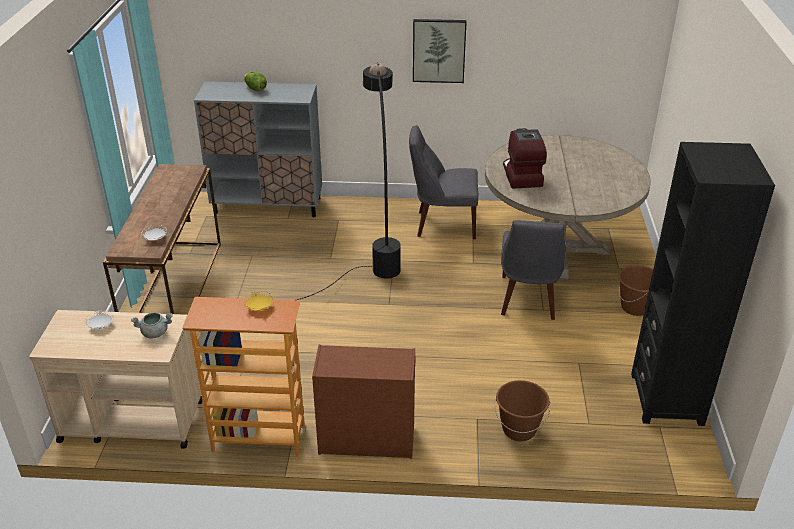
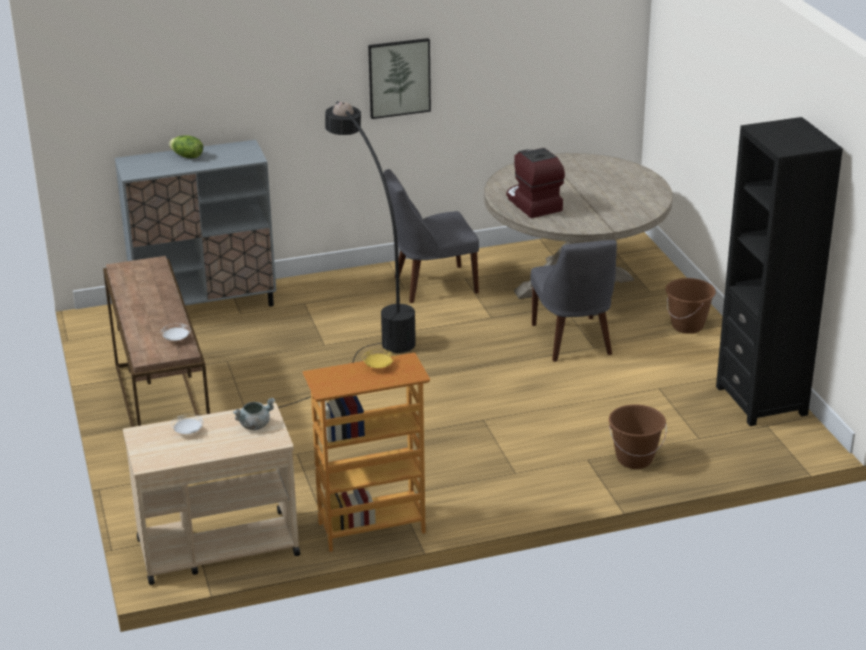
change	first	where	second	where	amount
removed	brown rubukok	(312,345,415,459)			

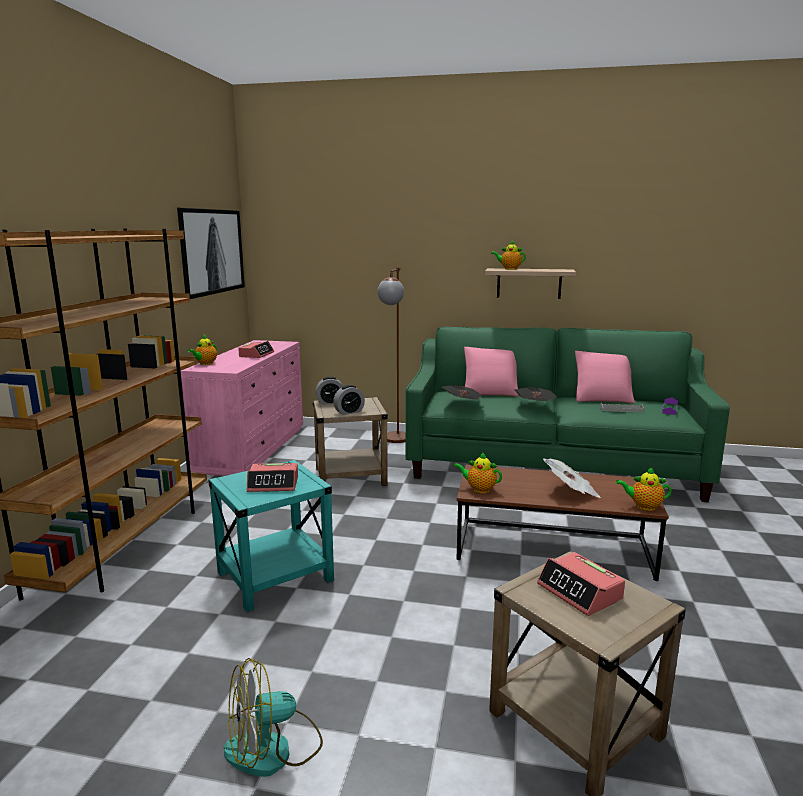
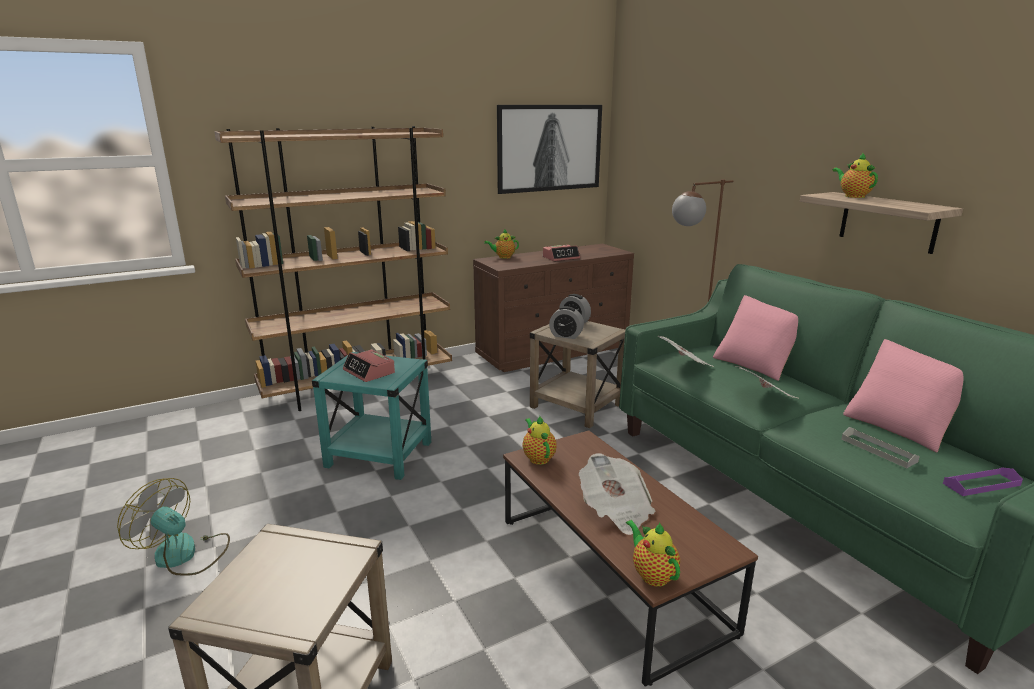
change	first	where	second	where	amount
removed	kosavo	(537,552,625,616)			
recoloured	pink rubukok	(181,340,303,476)	brown rubukok	(473,244,634,372)	

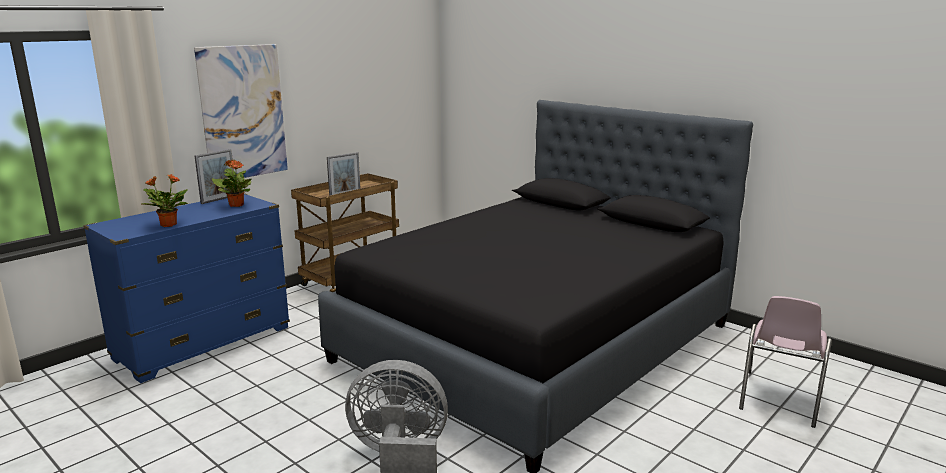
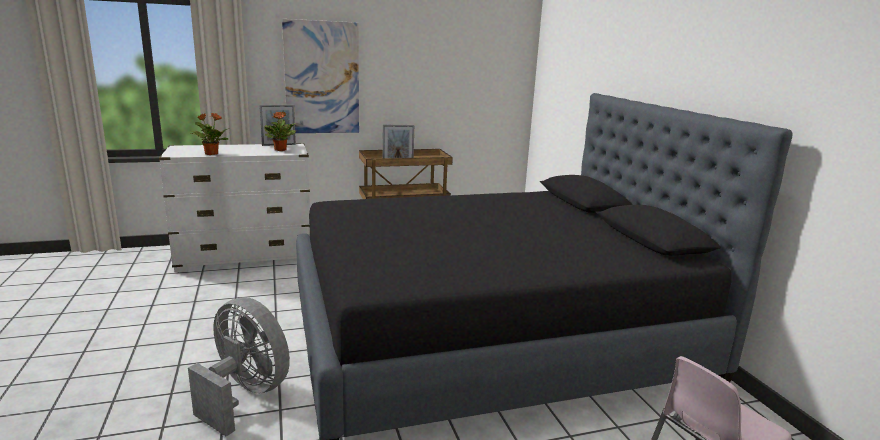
change	first	where	second	where	amount
recoloured	blue rubukok	(83,193,290,383)	white rubukok	(159,143,310,272)	

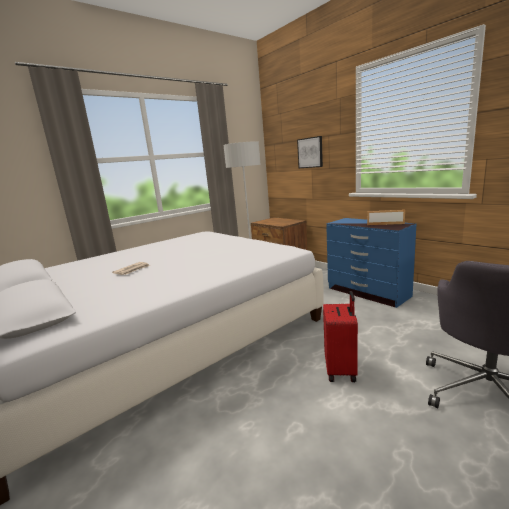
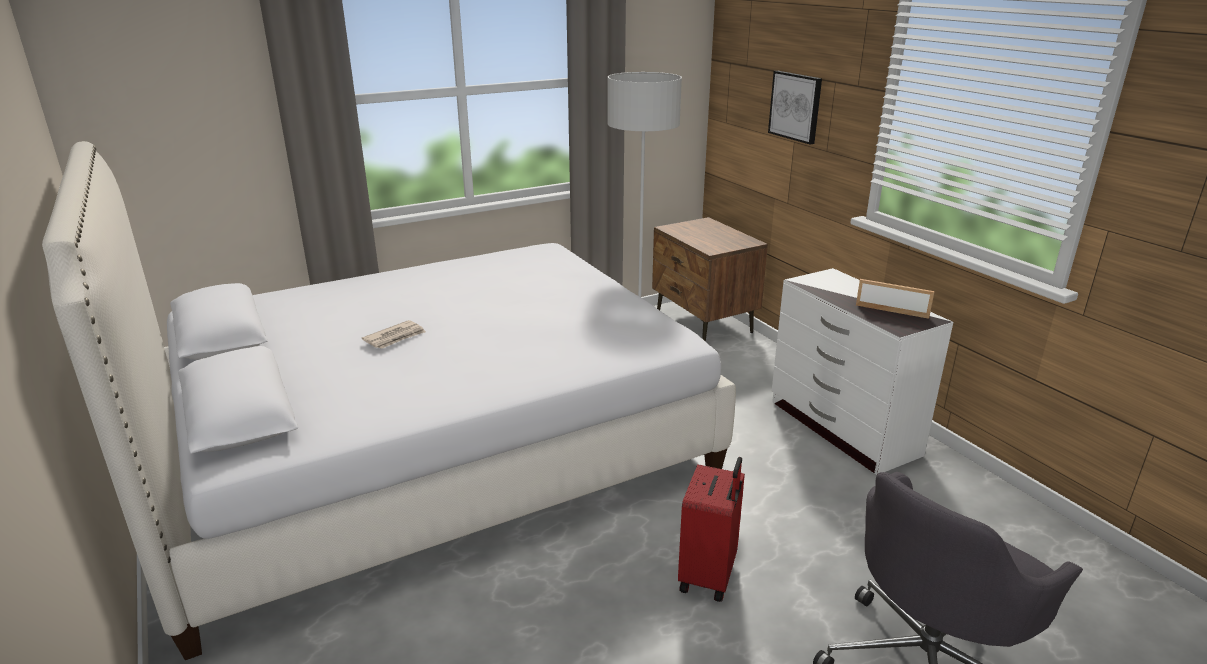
change	first	where	second	where	amount
recoloured	blue rubukok	(326,218,416,308)	white rubukok	(772,268,953,475)	

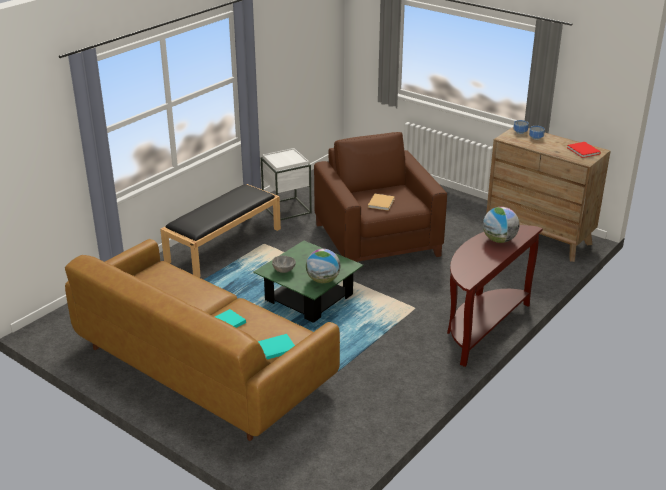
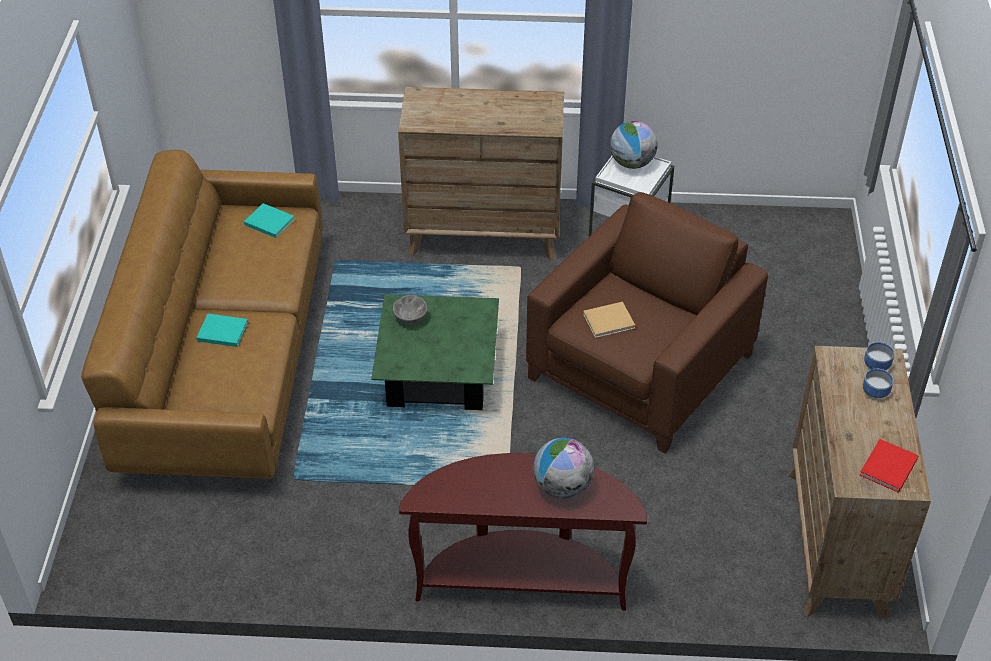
change	first	where	second	where	amount
moved	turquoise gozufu	(258,334,295,360)		(244,203,295,238)	
moved	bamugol	(306,249,340,283)		(610,121,658,169)	
replaced	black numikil	(160,184,281,277)	brown rubukok	(398,87,564,261)	

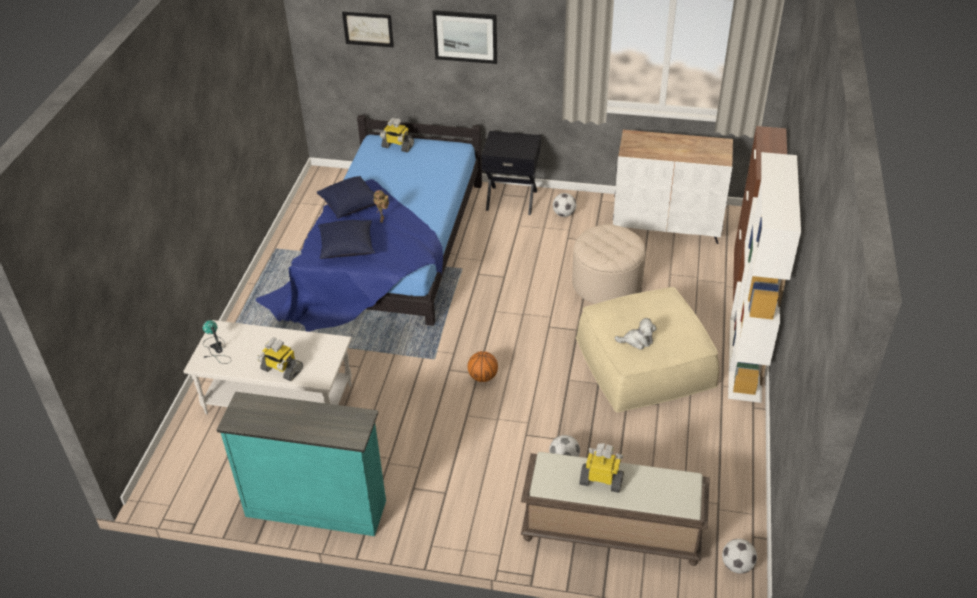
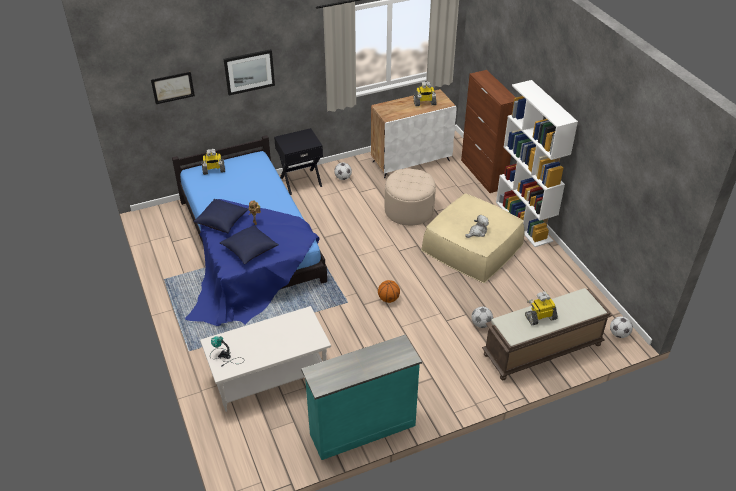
change	first	where	second	where	amount
moved	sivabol	(256,338,303,381)		(414,81,436,106)	

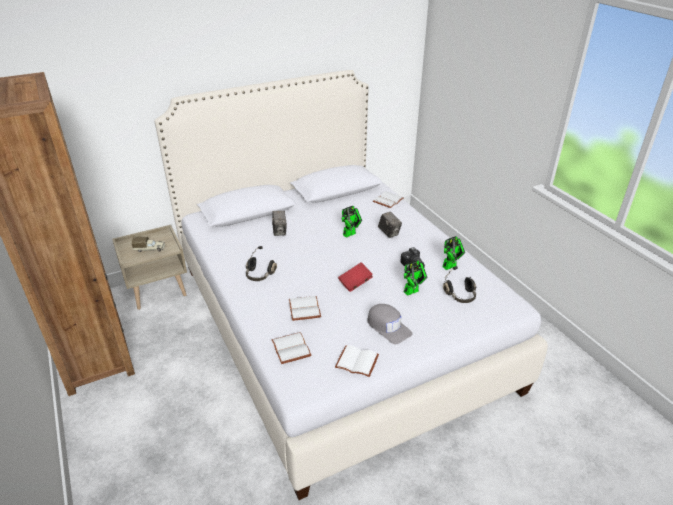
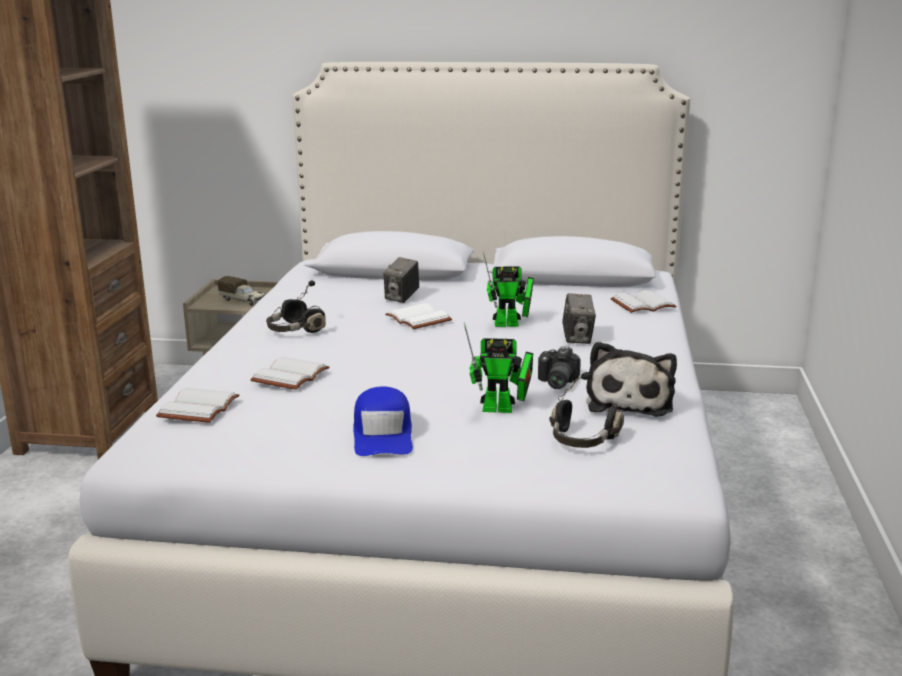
change	first	where	second	where	amount
removed	red gozufu	(338,262,373,292)			
moved	white gozufu	(335,345,379,377)		(385,303,452,329)	
replaced	sivabol	(443,236,465,270)	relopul	(586,341,677,417)	
recoloured	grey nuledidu	(367,304,413,345)	blue nuledidu	(353,386,413,456)	

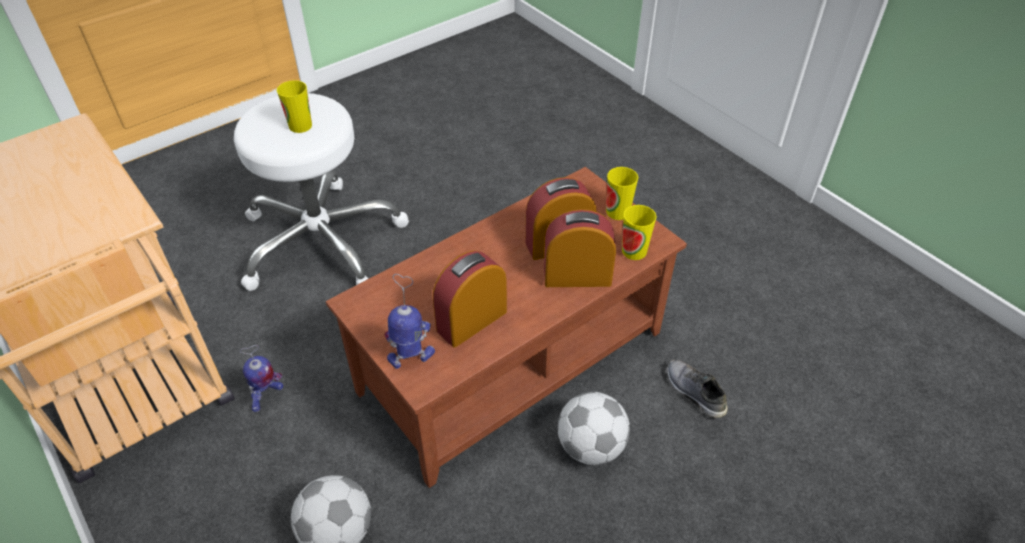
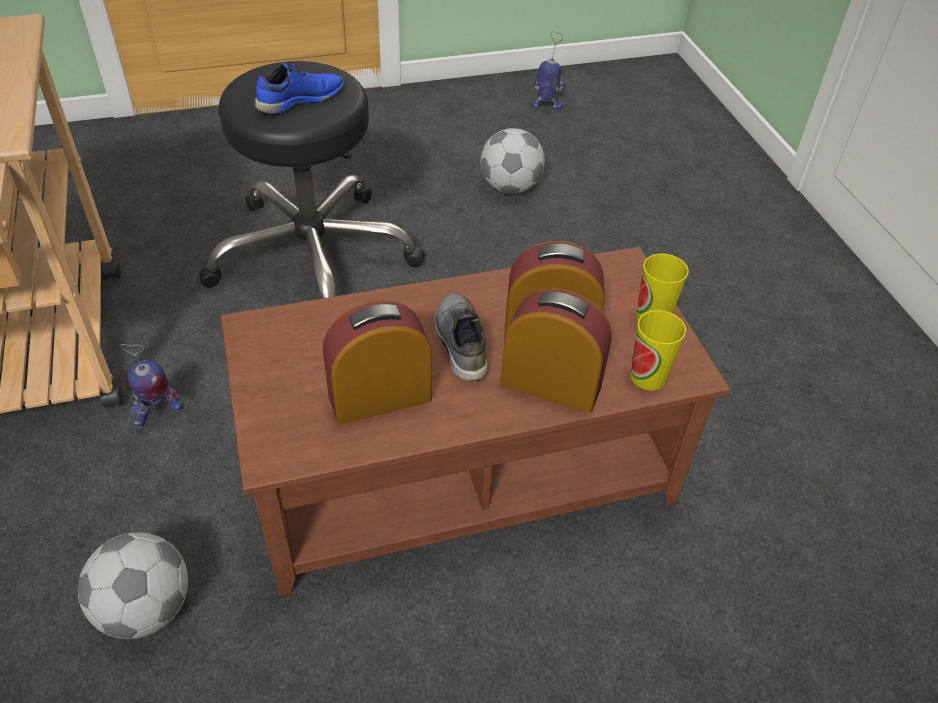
change	first	where	second	where	amount
moved	sivabol	(384,274,435,369)		(530,31,566,111)	
moved	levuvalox	(558,392,630,465)		(480,128,545,194)	
moved	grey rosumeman	(667,360,728,418)		(434,293,488,381)	
replaced	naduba	(277,80,312,133)	blue rosumeman	(255,62,344,114)	
recoloured	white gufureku	(234,93,409,291)	black gufureku	(199,61,425,298)	

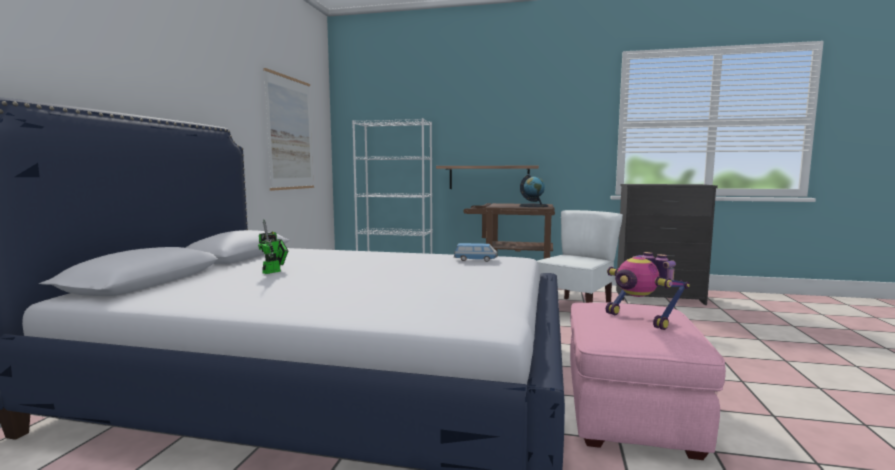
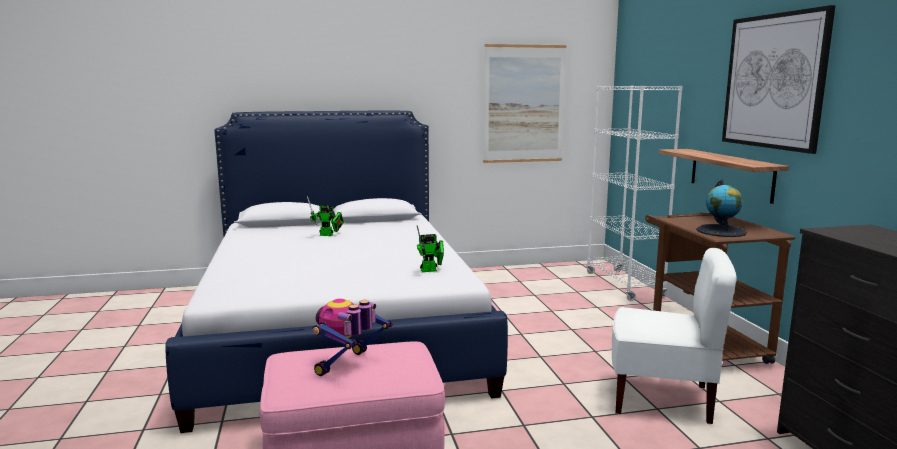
change	first	where	second	where	amount
added			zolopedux	(722,5,836,154)	
replaced	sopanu	(454,243,498,262)	sivabol	(417,225,444,272)	

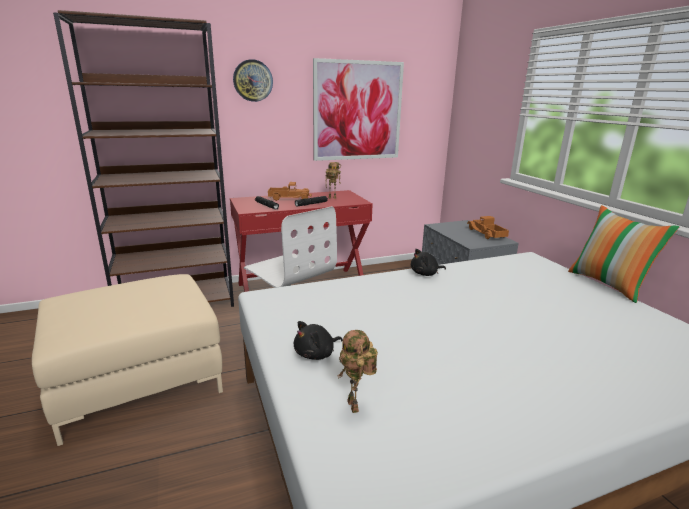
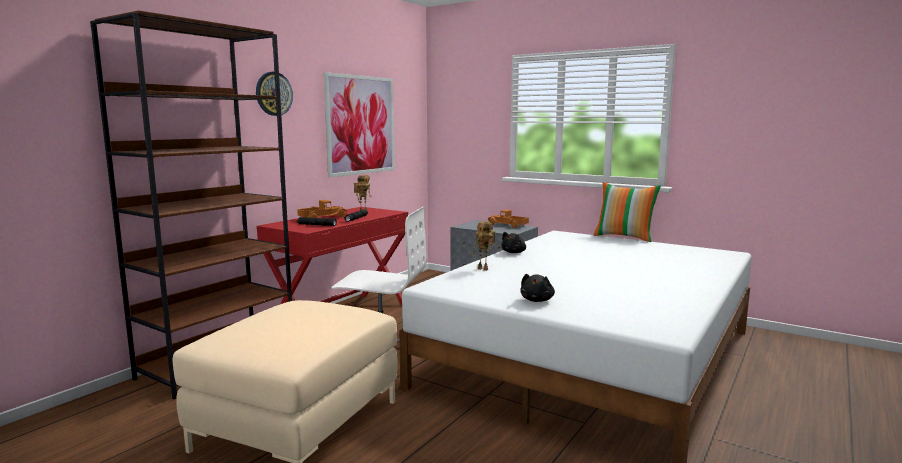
change	first	where	second	where	amount
moved	sivabol	(337,330,378,413)		(472,222,495,271)	

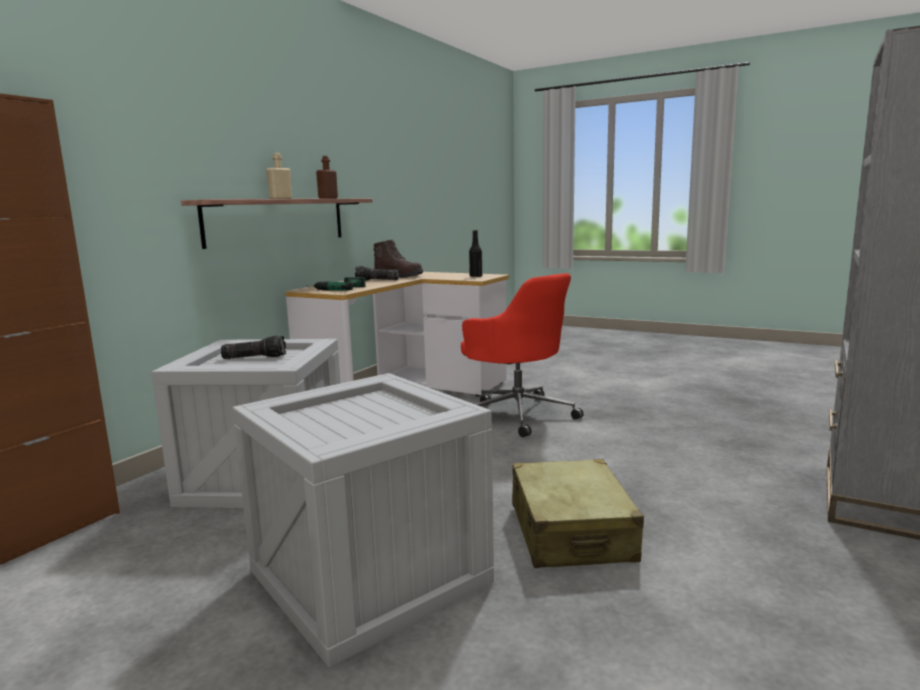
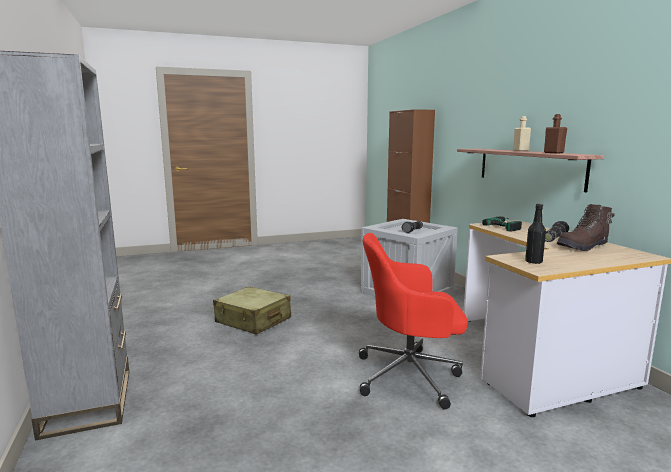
change	first	where	second	where	amount
removed	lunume	(232,373,494,668)			

